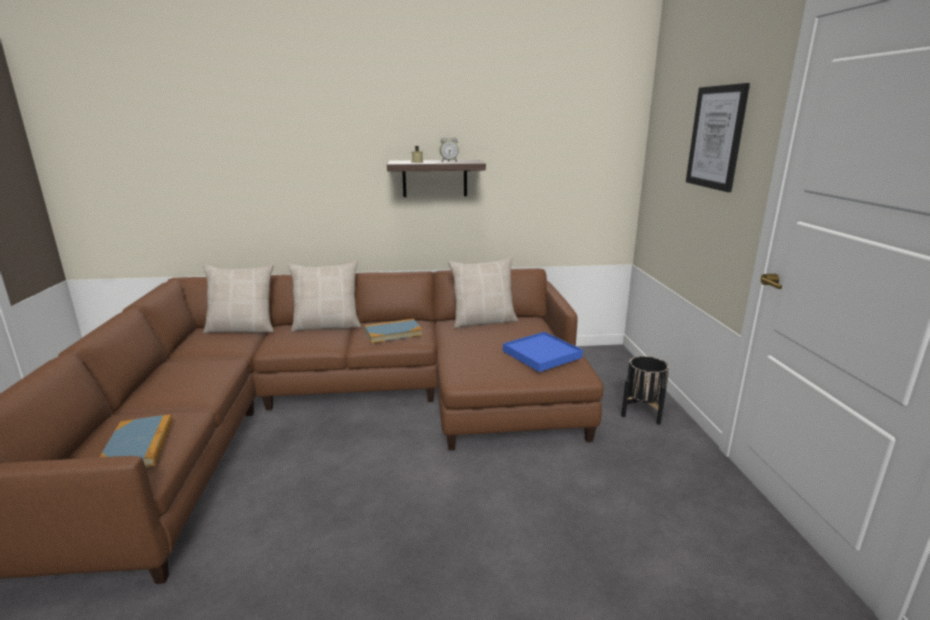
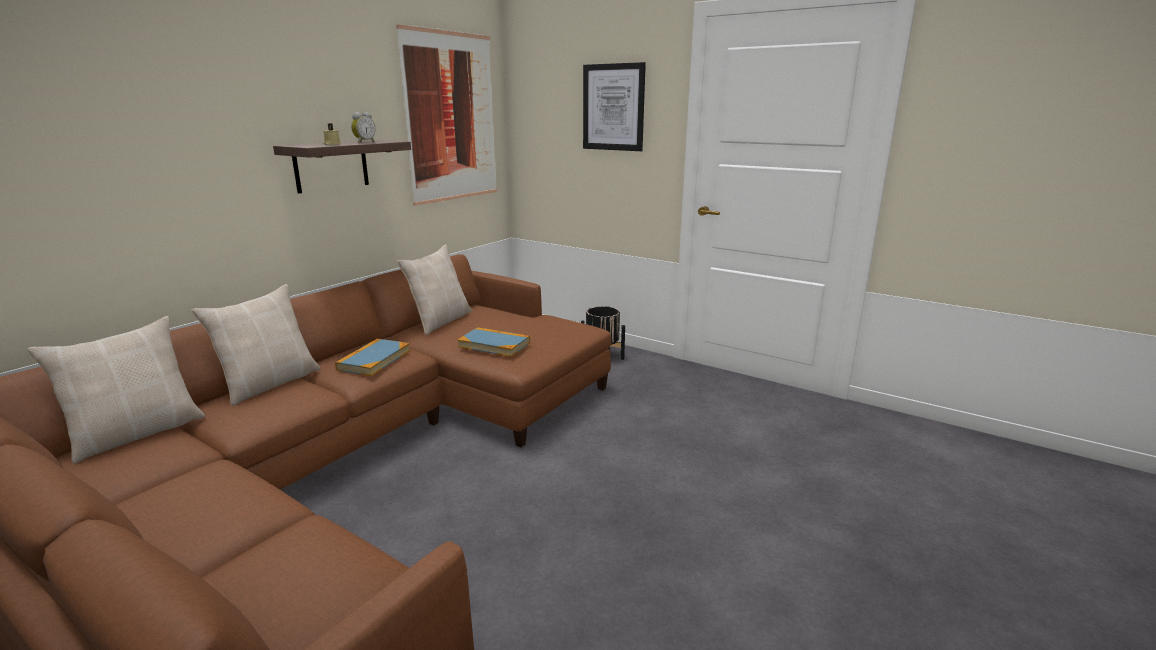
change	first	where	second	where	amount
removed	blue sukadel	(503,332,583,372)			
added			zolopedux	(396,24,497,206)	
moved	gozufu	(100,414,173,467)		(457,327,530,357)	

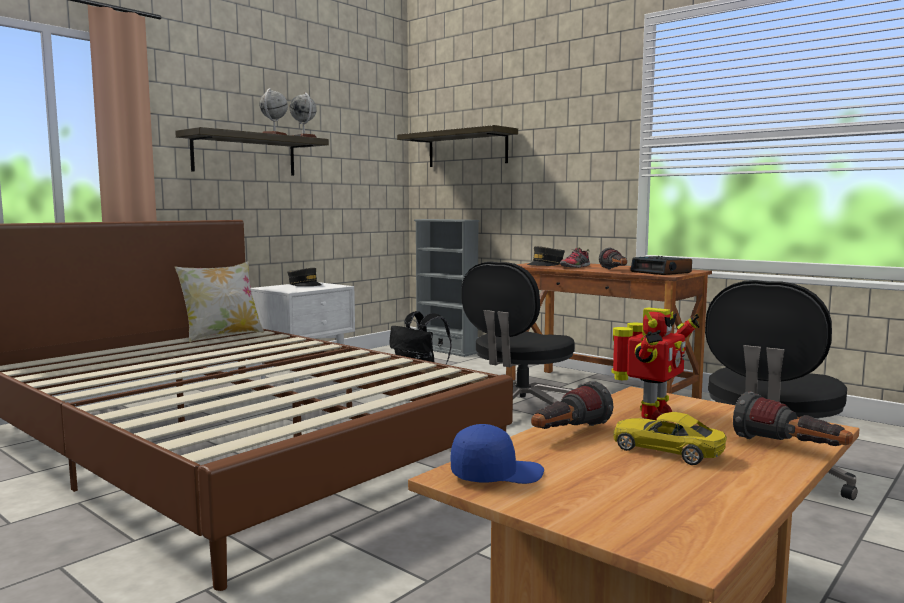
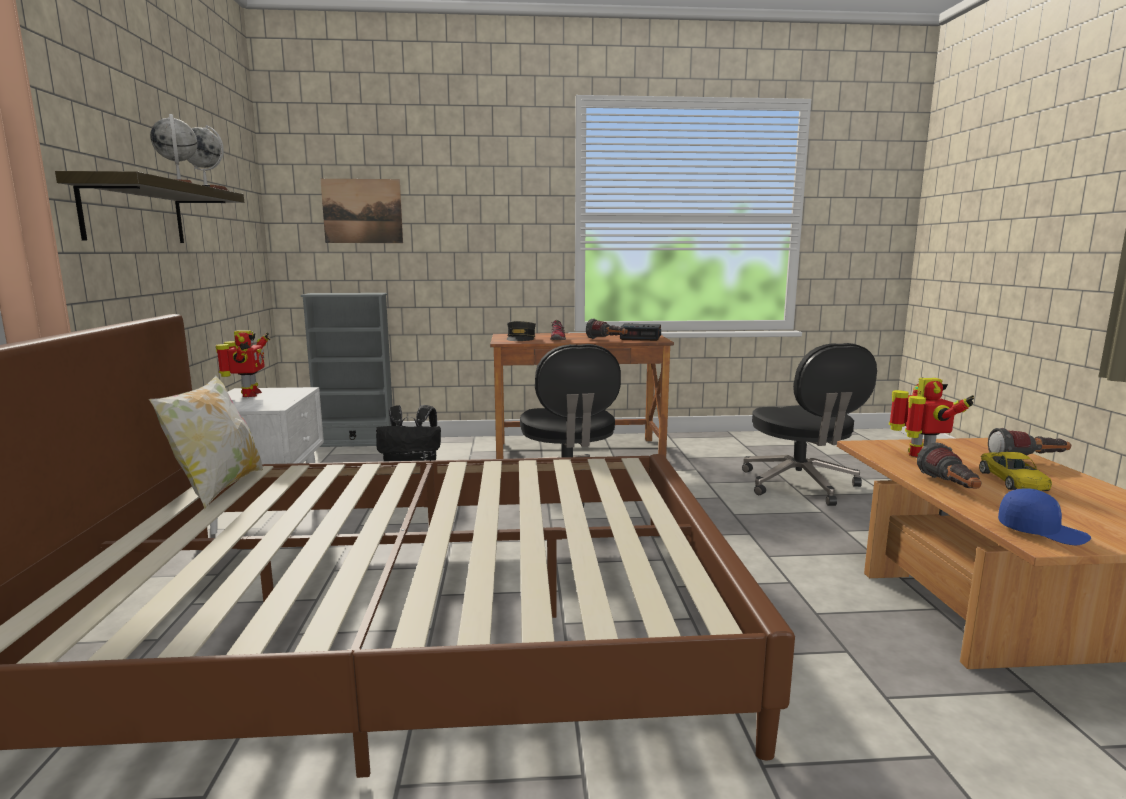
change	first	where	second	where	amount
replaced	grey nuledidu	(287,268,322,286)	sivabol	(216,330,270,397)	
replaced	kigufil	(397,125,518,167)	zolopedux	(320,179,403,243)	
turned	blue nuledidu	(451,424,544,484)		(998,488,1091,545)	90 degrees clockwise
turned	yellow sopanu	(614,412,727,465)		(979,452,1052,491)	75 degrees counterclockwise

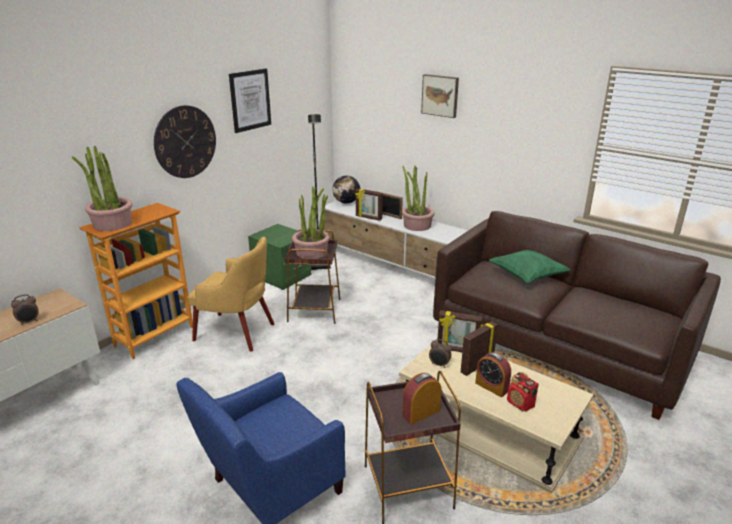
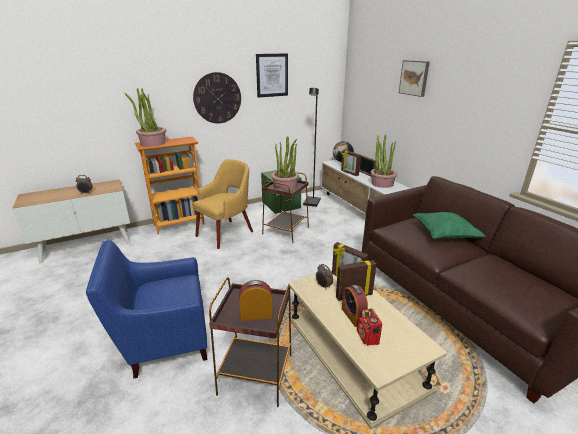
change	first	where	second	where	amount
turned	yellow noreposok	(188,237,274,351)		(193,159,253,249)	90 degrees counterclockwise

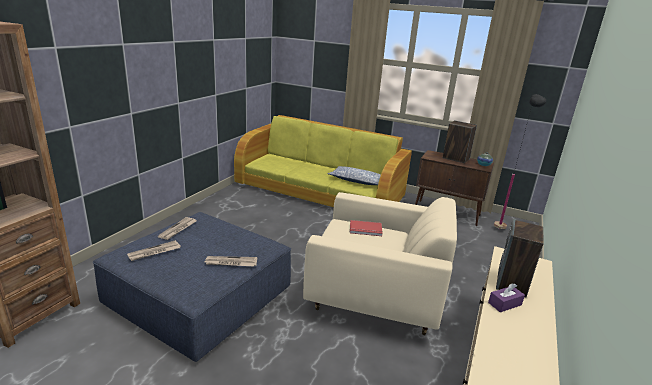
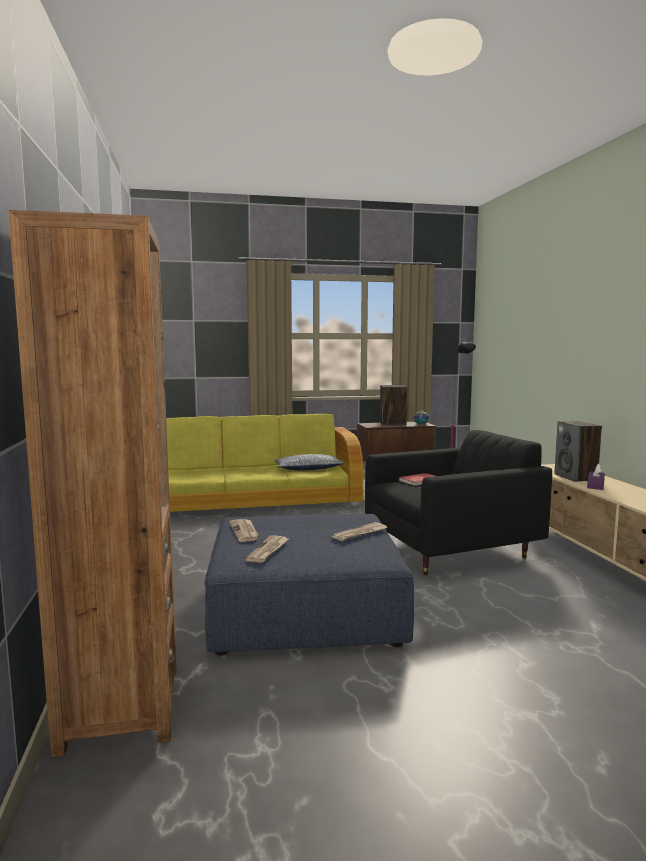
change	first	where	second	where	amount
recoloured	beige noreposok	(303,192,457,335)	black noreposok	(365,430,552,575)	

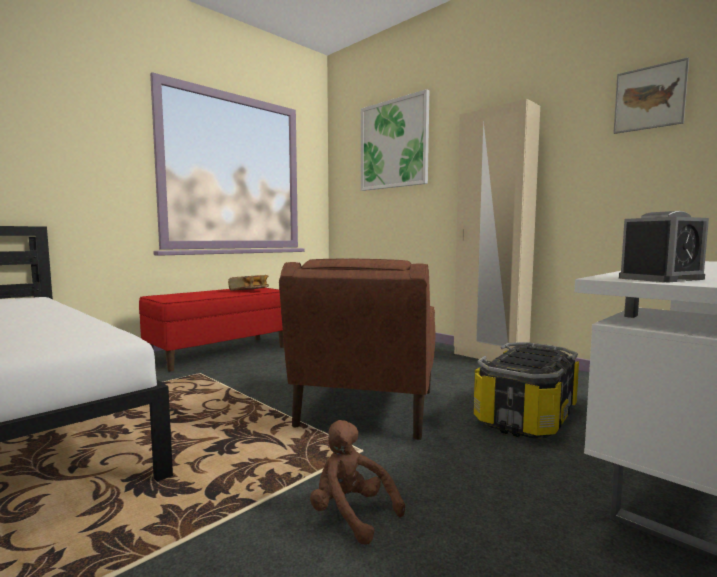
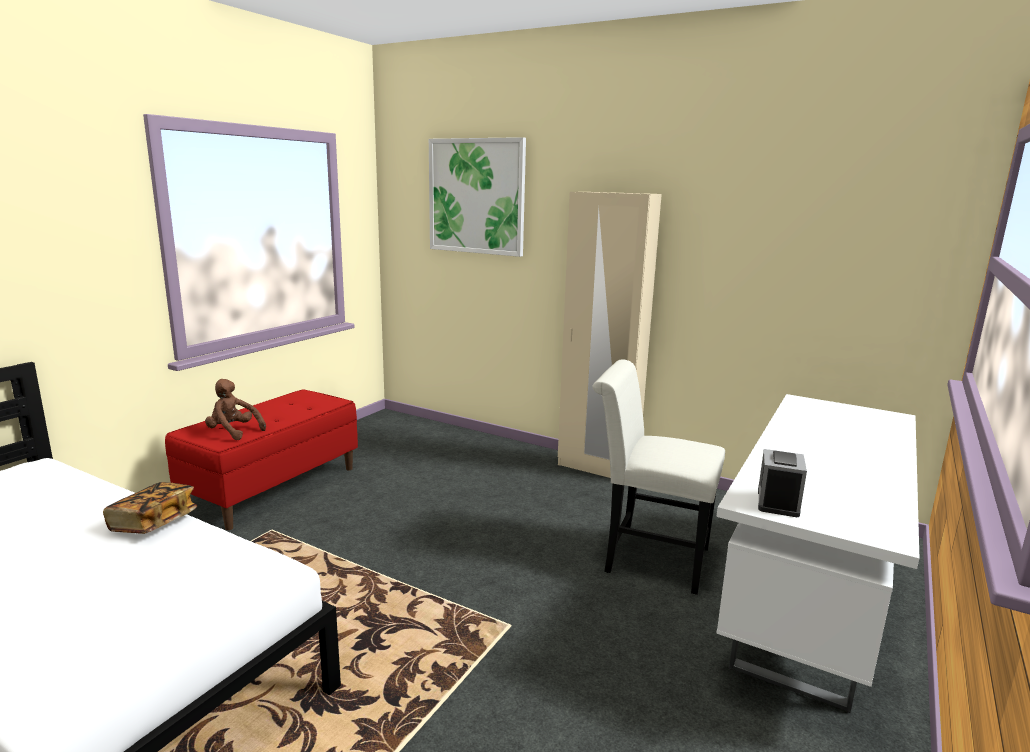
change	first	where	second	where	amount
removed	brown noreposok	(279,259,435,440)			
removed	zolopedux	(614,57,689,134)			
moved	gozufu	(228,275,269,291)		(103,482,197,534)	
moved	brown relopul	(310,420,405,545)		(205,379,266,440)	
replaced	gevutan	(473,342,579,439)	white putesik	(593,360,725,595)	
turned	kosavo	(619,211,709,282)		(758,449,807,517)	150 degrees clockwise

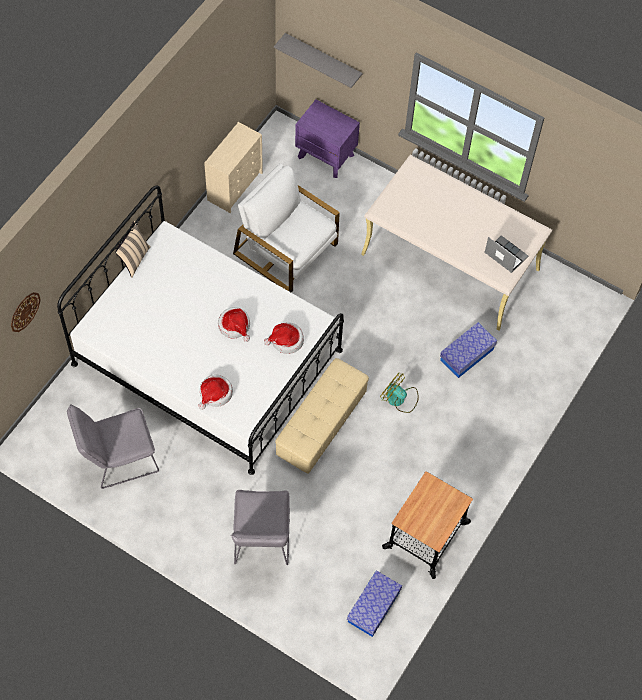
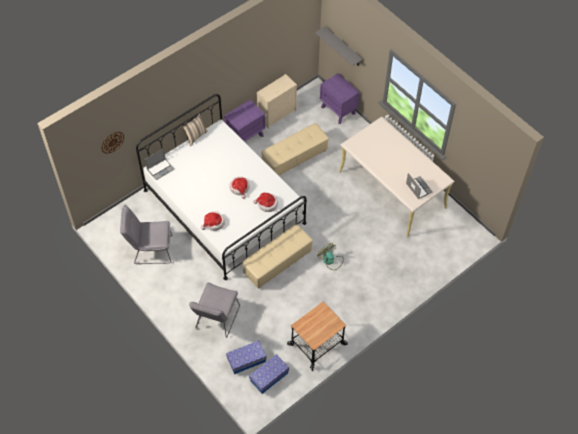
change	first	where	second	where	amount
added			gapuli	(145,148,174,180)	
added			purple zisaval	(224,100,265,142)	
moved	gevutan	(440,323,497,378)		(226,340,267,374)	
replaced	white noreposok	(233,163,340,293)	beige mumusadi	(261,123,329,176)	

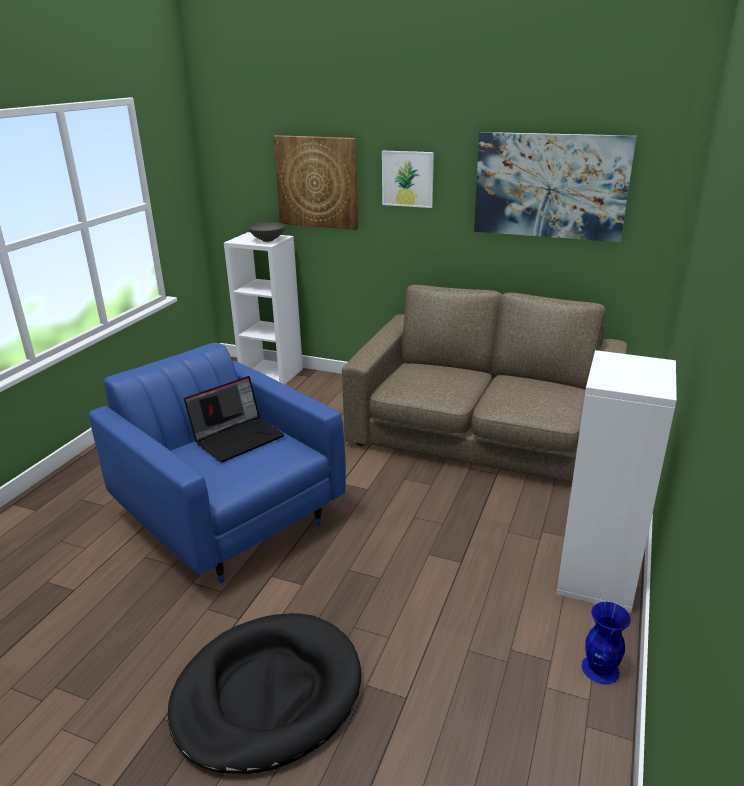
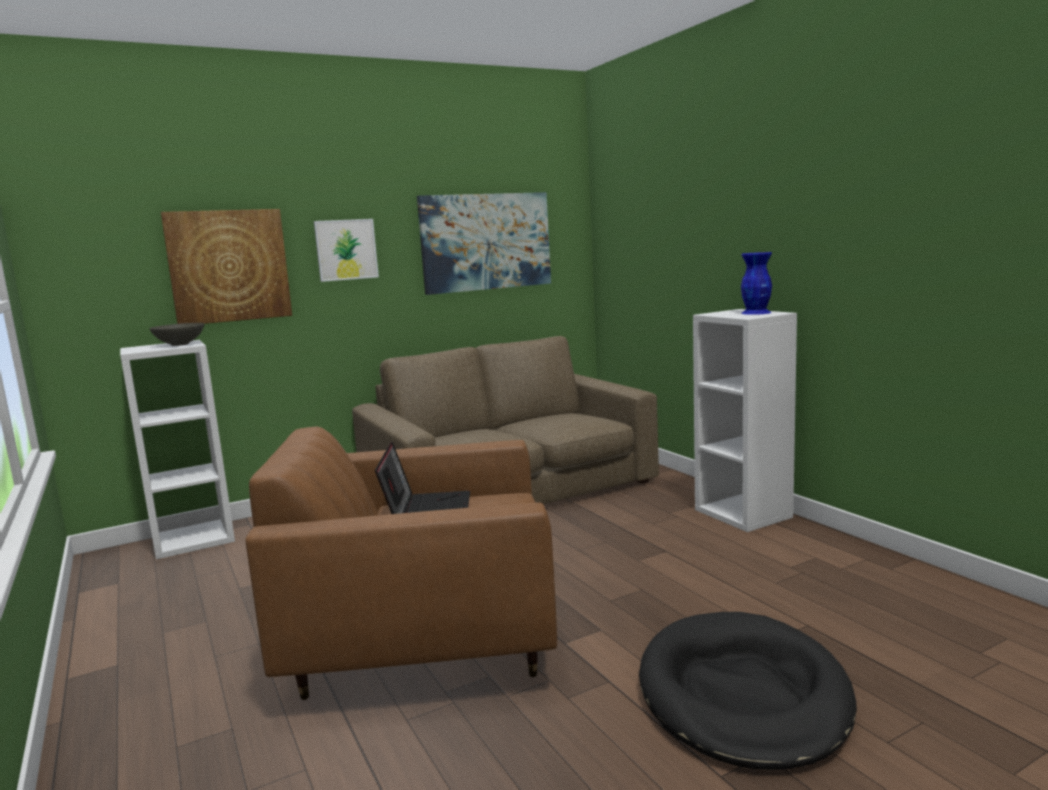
change	first	where	second	where	amount
moved	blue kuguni	(582,602,631,684)		(741,252,772,315)	
recoloured	blue noreposok	(89,343,346,583)	brown noreposok	(246,427,557,700)	

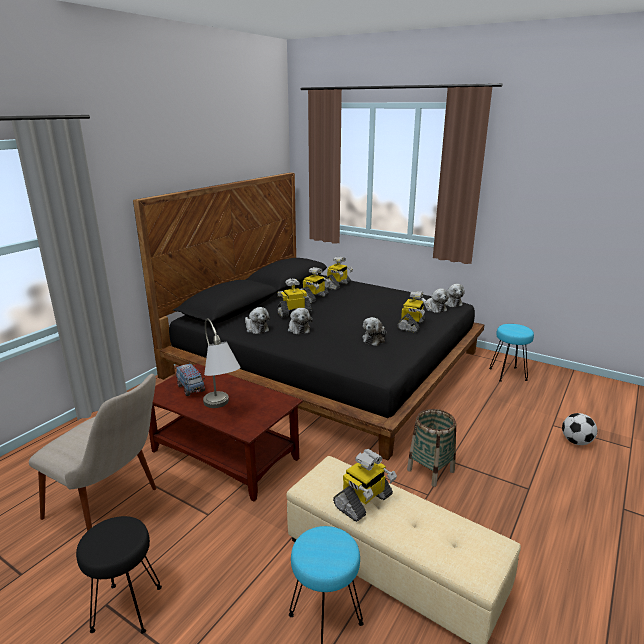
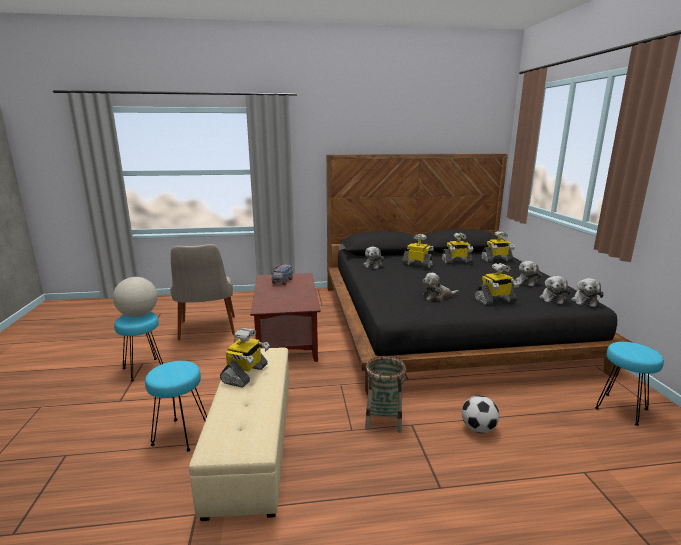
change	first	where	second	where	amount
removed	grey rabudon	(203,318,241,408)			
added			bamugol	(113,277,158,317)	
moved	relopul	(288,308,312,335)		(515,261,542,286)	
moved	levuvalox	(562,413,597,445)		(462,396,499,433)	
recoloured	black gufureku	(76,516,162,634)	turquoise gufureku	(114,312,163,382)	
turned	sivabol	(333,449,397,522)		(220,328,270,387)	75 degrees counterclockwise

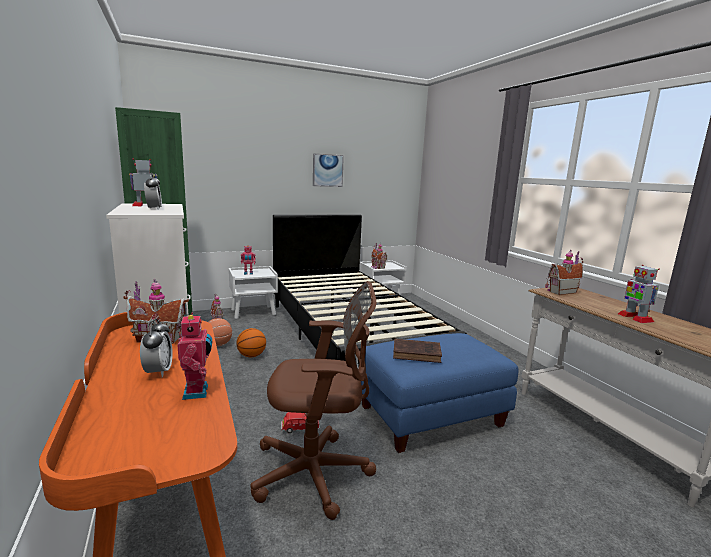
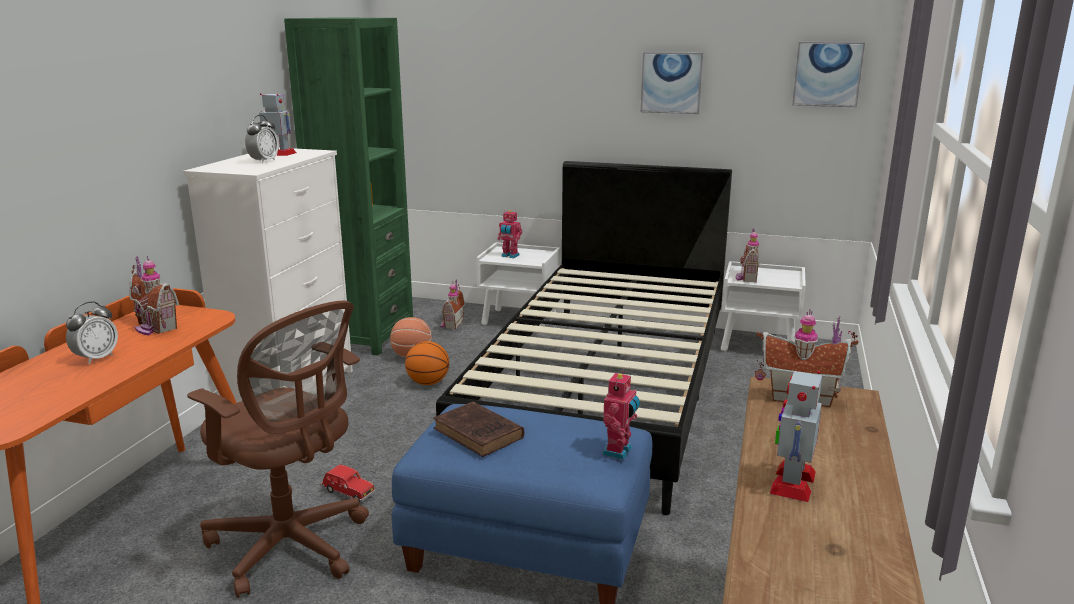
change	first	where	second	where	amount
added			zolopedux	(792,42,865,107)	
moved	sivabol	(178,313,212,400)		(602,371,640,460)	

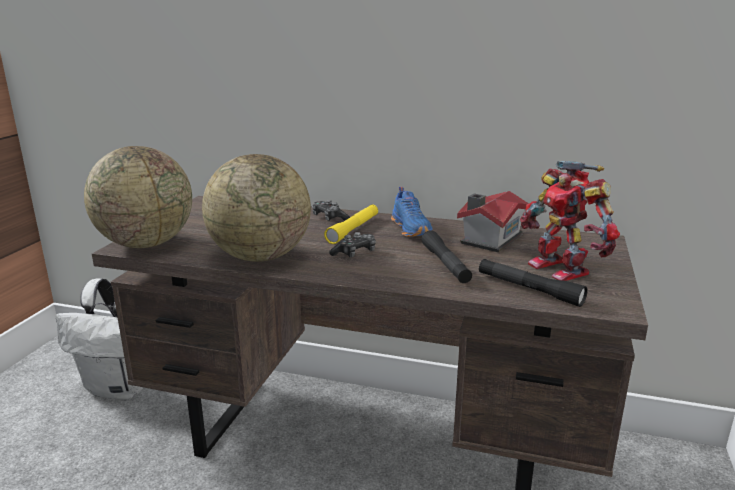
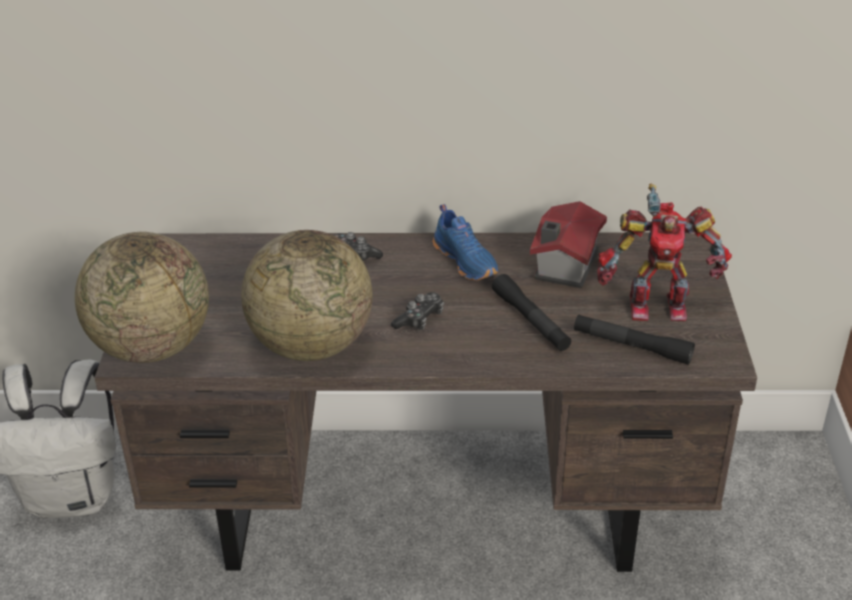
change	first	where	second	where	amount
removed	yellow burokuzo	(324,205,378,244)			
turned	sivabol	(520,161,620,281)		(597,184,732,321)	45 degrees counterclockwise

